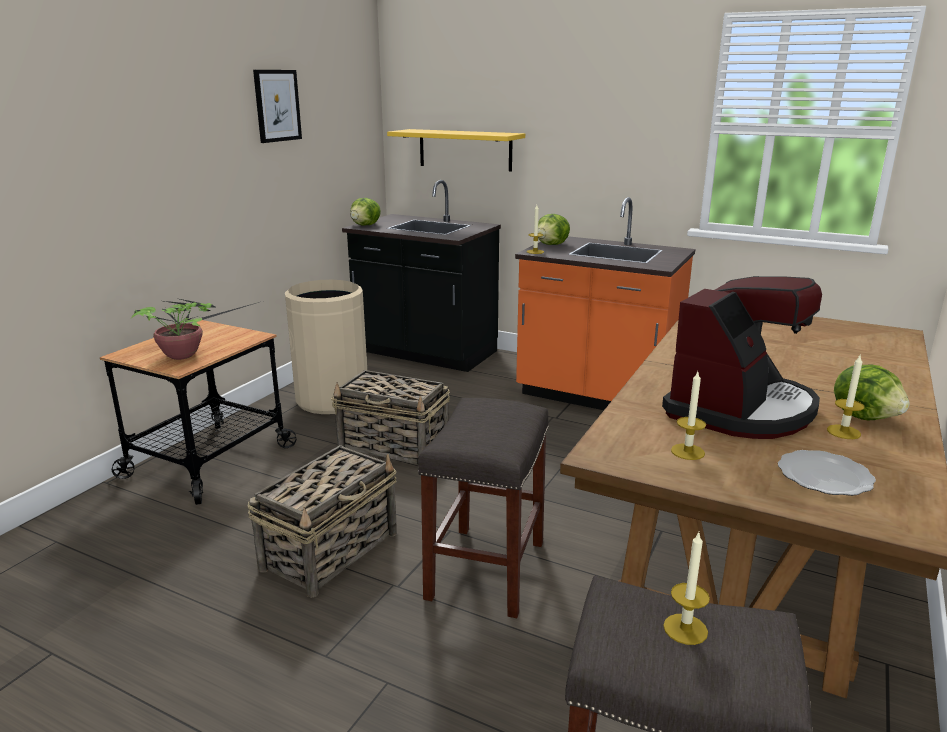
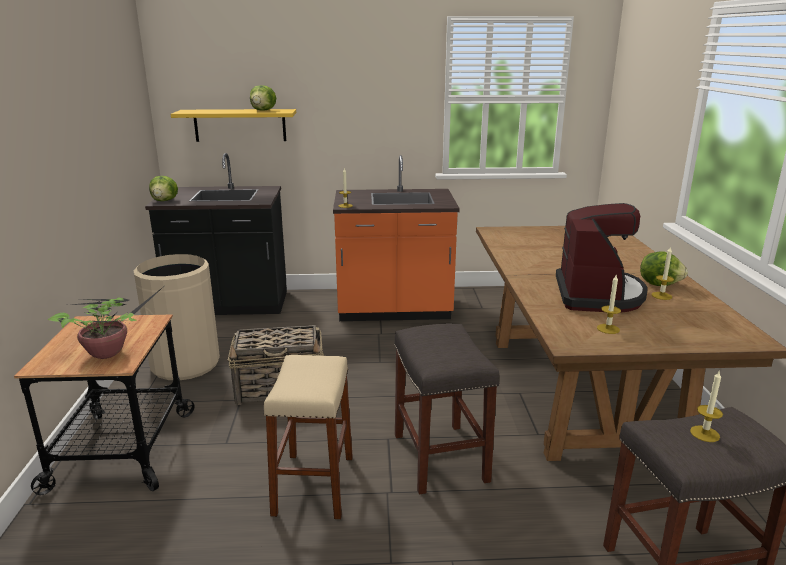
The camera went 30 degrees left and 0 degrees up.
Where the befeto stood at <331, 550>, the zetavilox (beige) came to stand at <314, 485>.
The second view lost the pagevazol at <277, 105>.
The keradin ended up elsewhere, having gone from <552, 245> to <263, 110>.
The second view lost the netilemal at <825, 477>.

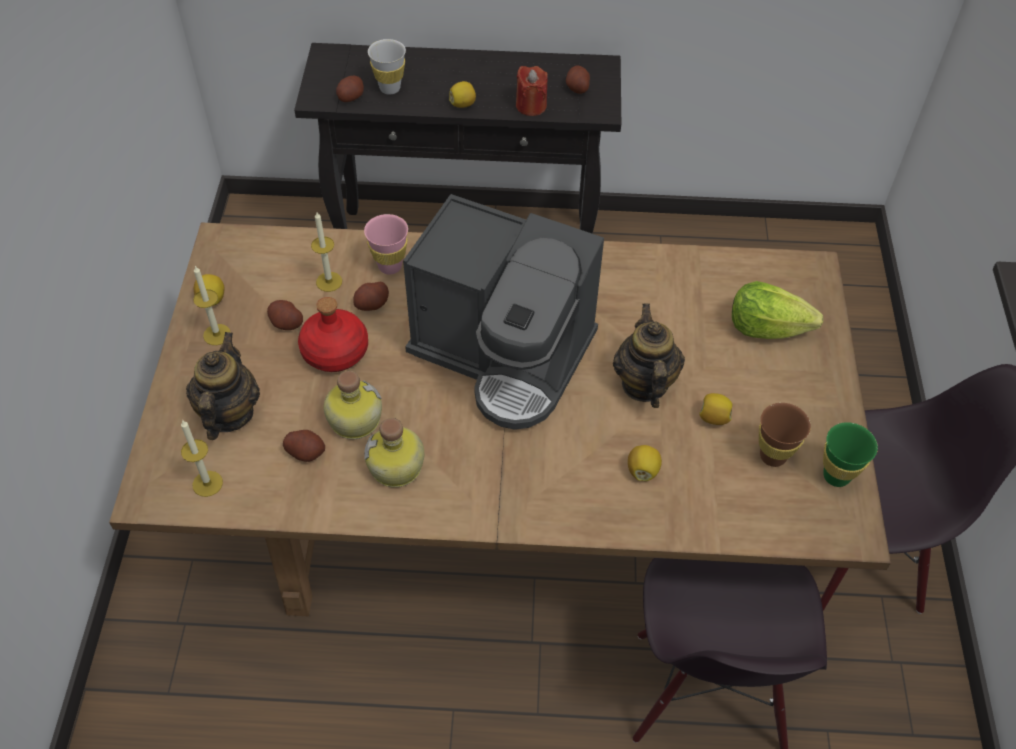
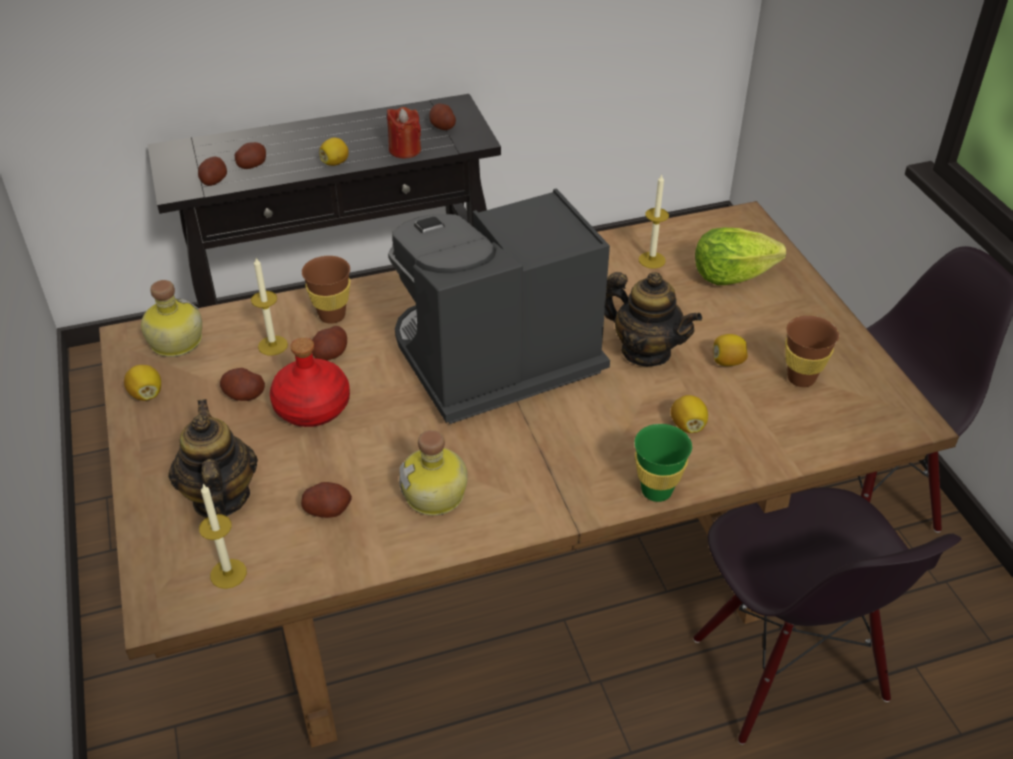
The camera went 20 degrees left and 10 degrees down.
The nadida ended up elsewhere, having gone from <217, 334> to <652, 260>.
The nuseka ended up elsewhere, having gone from <353, 419> to <174, 341>.
What was the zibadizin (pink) at <390, 266> turned into the zibadizin (brown) at <332, 316>.
Where the zibadizin (white) stood at <390, 88>, the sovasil came to stand at <252, 165>.
The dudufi at <504, 354> ended up facing another way, 150 degrees clockwise from before.
The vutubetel at <644, 384> ended up facing another way, 150 degrees clockwise from before.
The zibadizin (green) ended up elsewhere, having gone from <836, 476> to <656, 491>.

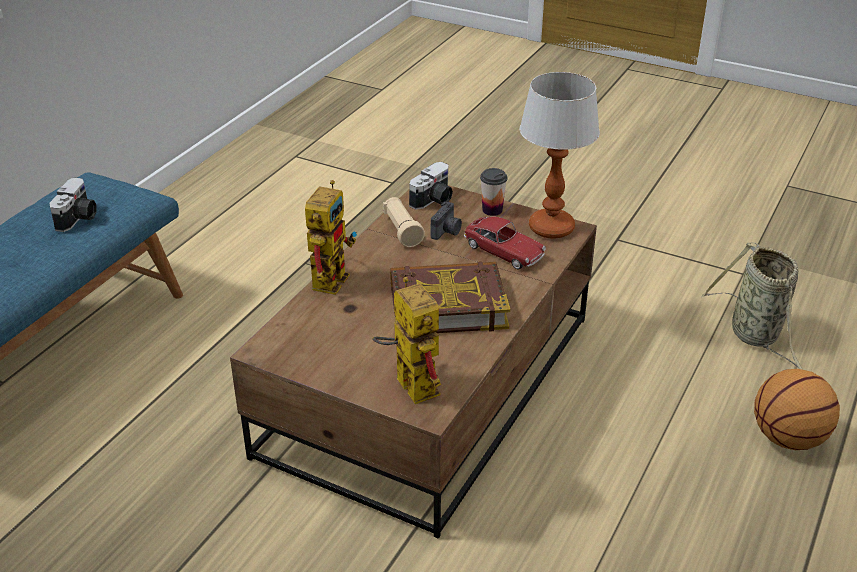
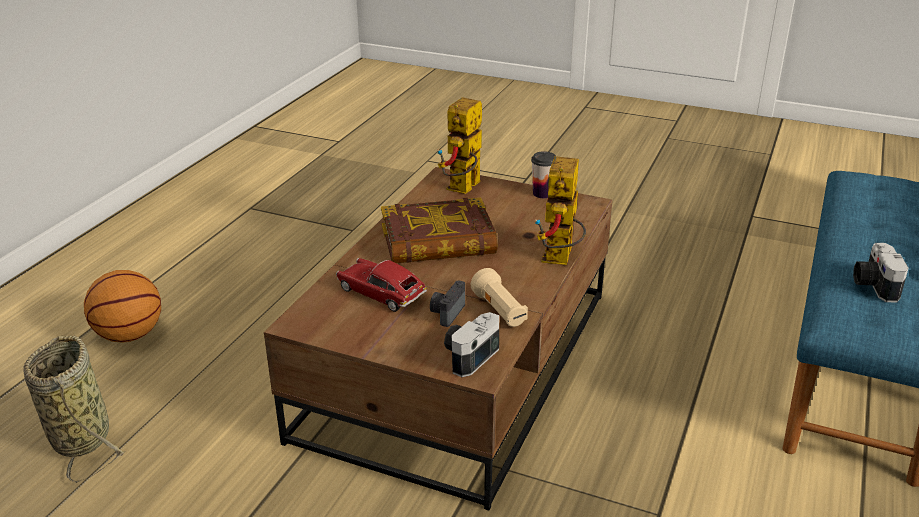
The camera went 175 degrees right and 5 degrees down.
The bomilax at <409, 382> ended up facing another way, 60 degrees clockwise from before.
The zibadizin ended up elsewhere, having gone from <492, 210> to <542, 193>.
The second view lost the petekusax at <552, 228>.

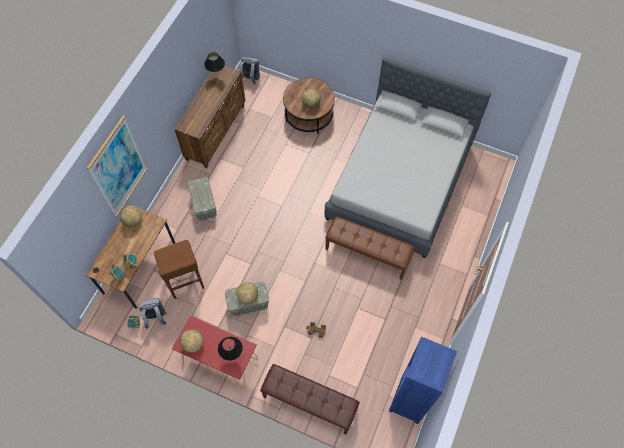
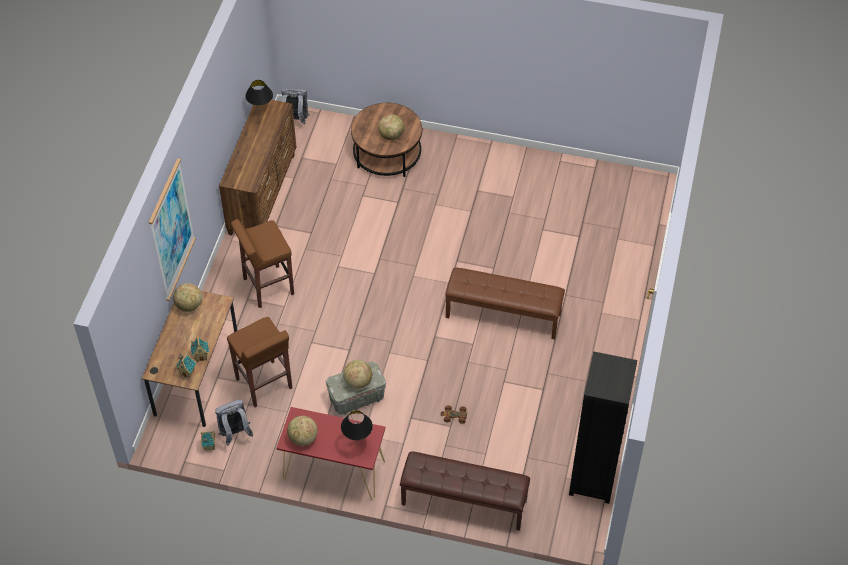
The camera went 10 degrees left and 10 degrees down.
Where the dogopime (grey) stood at <204, 204>, the zetavilox (brown) came to stand at <267, 287>.
The second view lost the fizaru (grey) at <399, 181>.
What was the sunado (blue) at <409, 400> turned into the sunado (black) at <593, 478>.

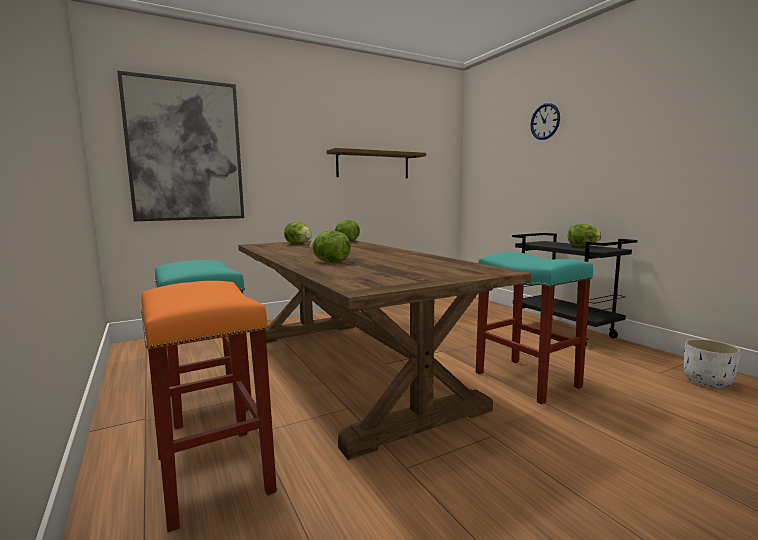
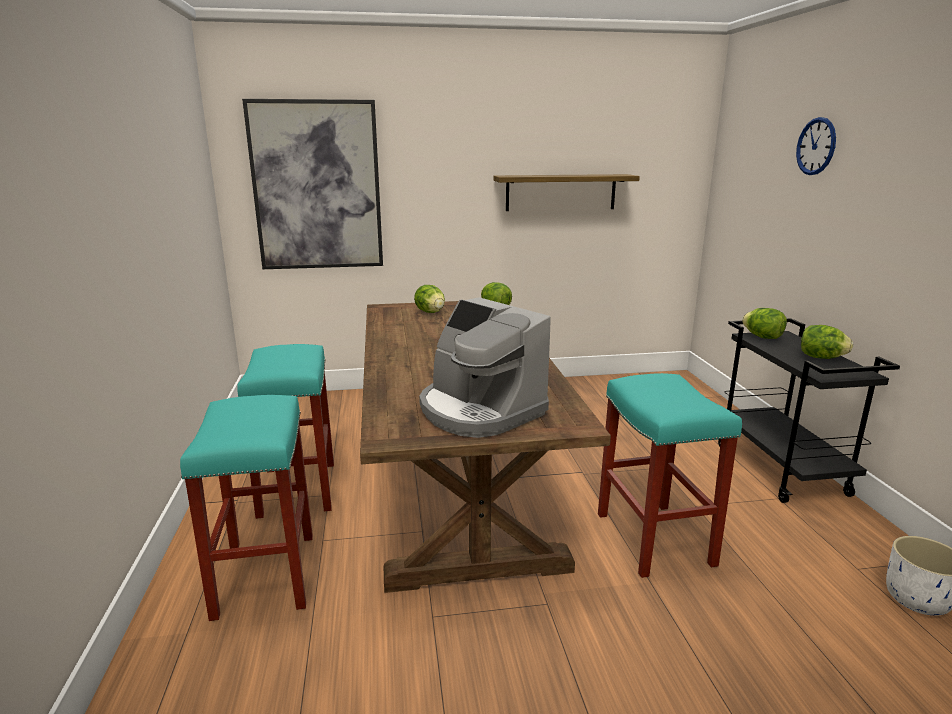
The camera went 20 degrees right and 10 degrees up.
What was the zetavilox (orange) at <212, 472> turned into the zetavilox (turquoise) at <265, 574>.
The keradin ended up elsewhere, having gone from <330, 262> to <762, 337>.
The second view gained the dudufi at <479, 410>.

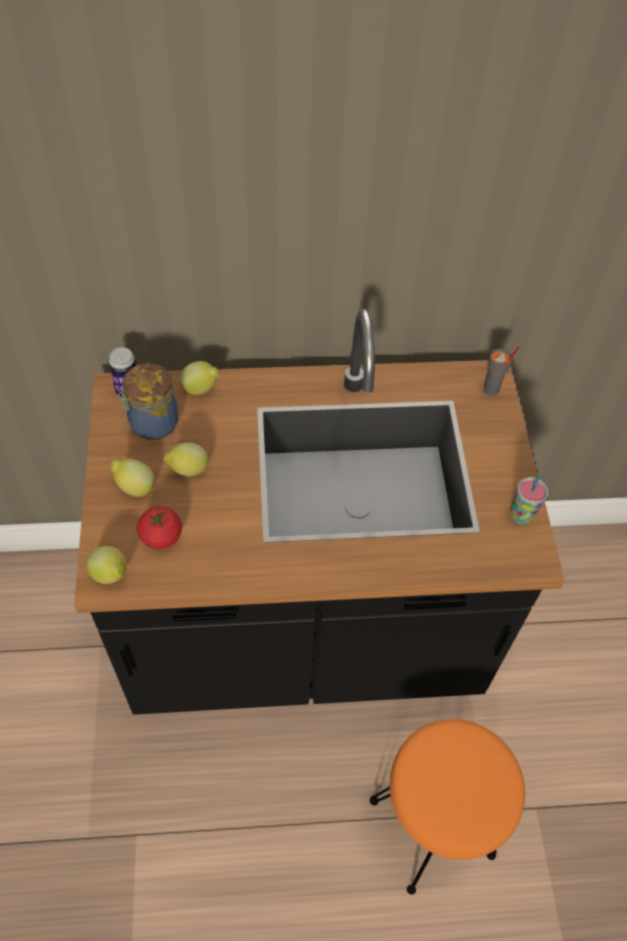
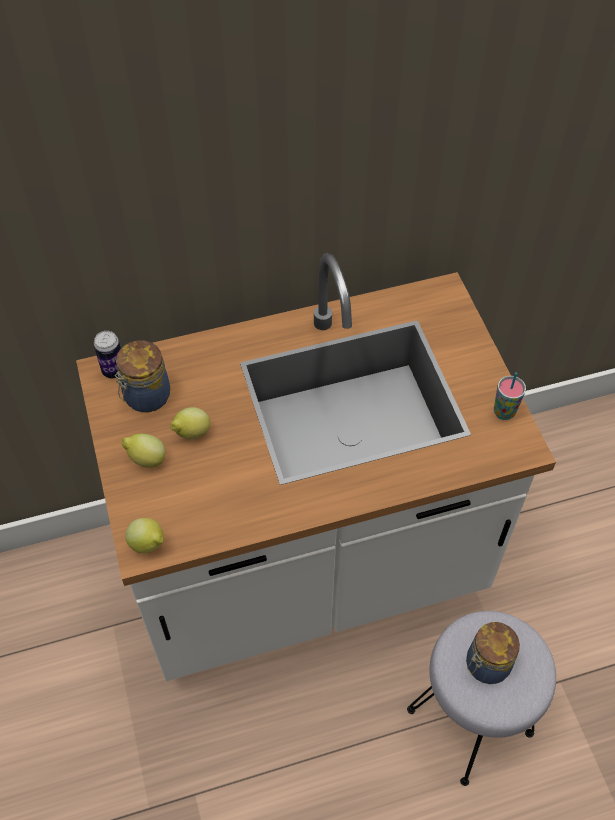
The camera went 10 degrees left and 0 degrees up.
What was the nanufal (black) at <304, 634> turned into the nanufal (white) at <307, 570>.
The second view lost the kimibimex at <161, 536>.
The second view lost the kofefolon at <201, 389>.
What was the zetavilox (orange) at <431, 825> turned into the zetavilox (grey) at <469, 719>.
The second view lost the zibadizin (grey) at <491, 390>.
The second view gained the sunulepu at <485, 665>.

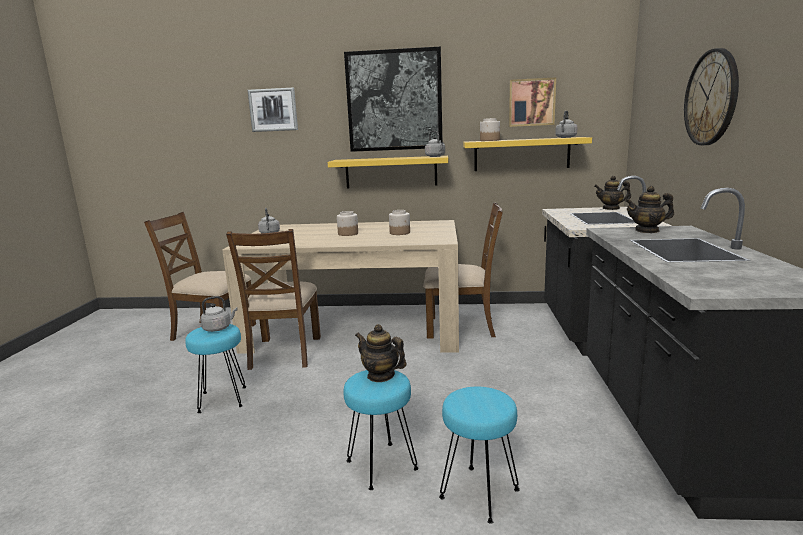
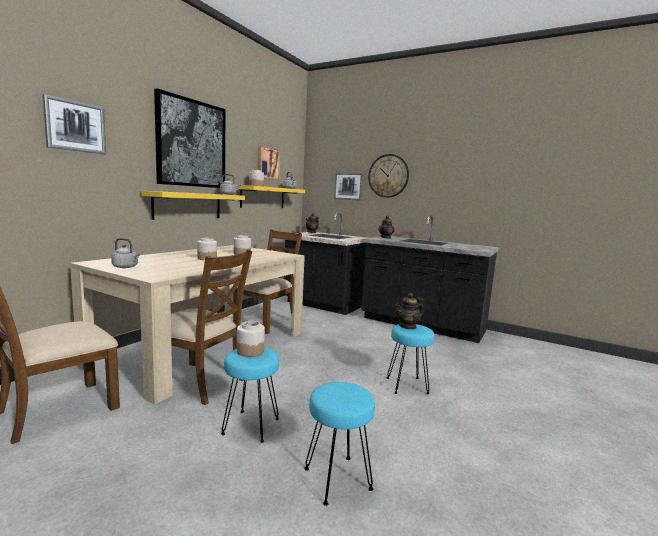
The camera went 65 degrees left and 5 degrees down.
Where the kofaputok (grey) stood at <218, 328>, the sunulepu came to stand at <250, 351>.
The zetavilox (turquoise) ended up elsewhere, having gone from <478, 493> to <336, 479>.
The second view gained the pagevazol at <348, 186>.

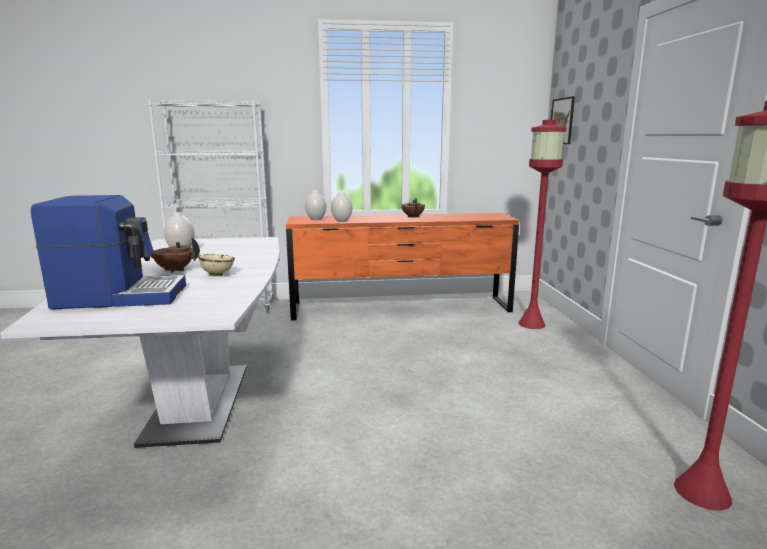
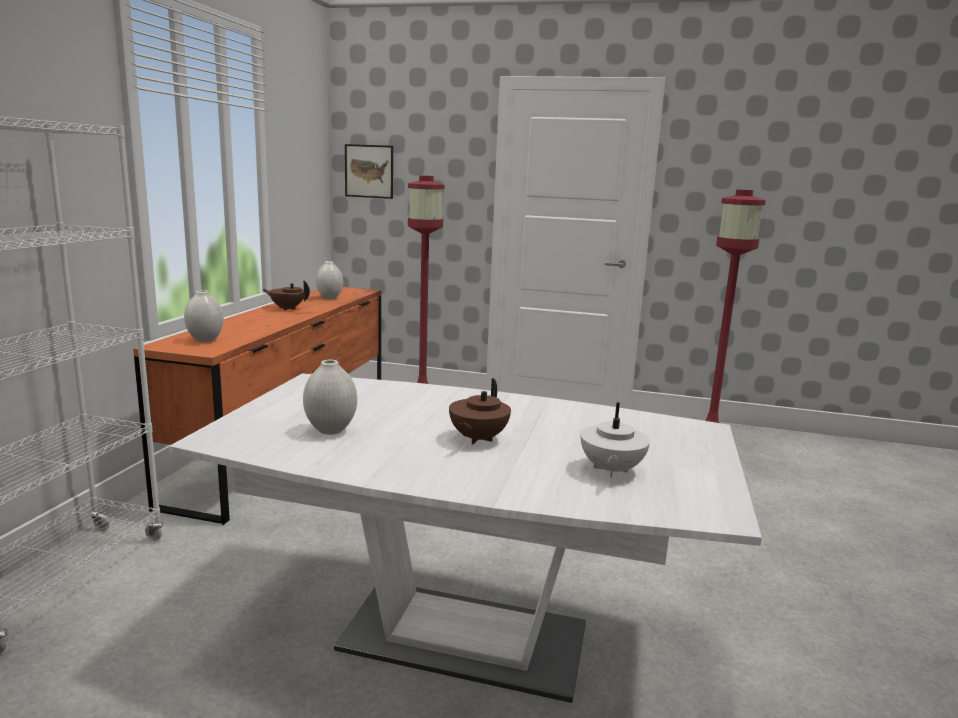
The camera went 70 degrees left and 0 degrees up.
Where the dudufi stood at <121, 296>, the vutubetel (white) came to stand at <610, 470>.
The second view lost the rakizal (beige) at <217, 275>.
The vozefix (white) ended up elsewhere, having gone from <342, 221> to <330, 298>.

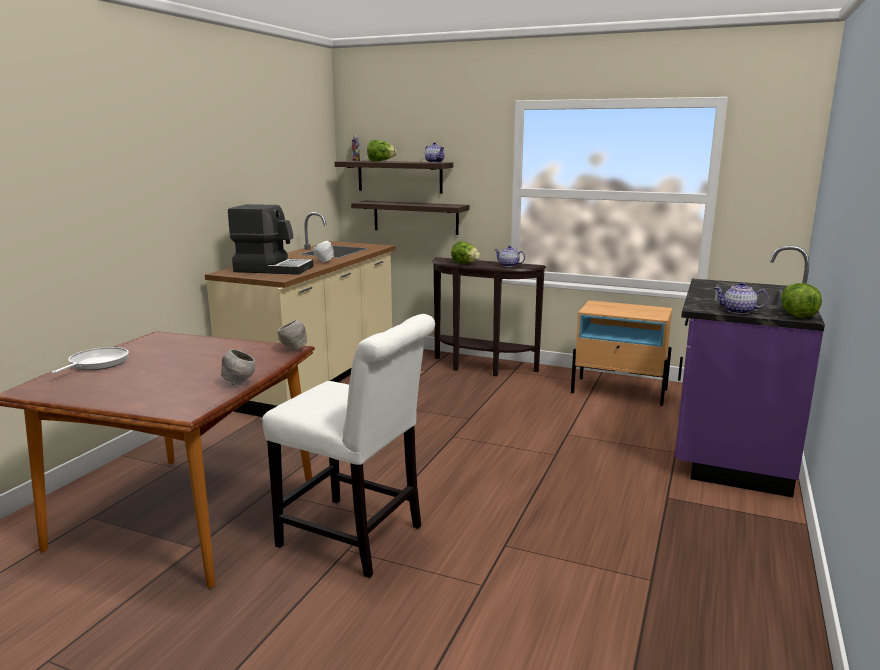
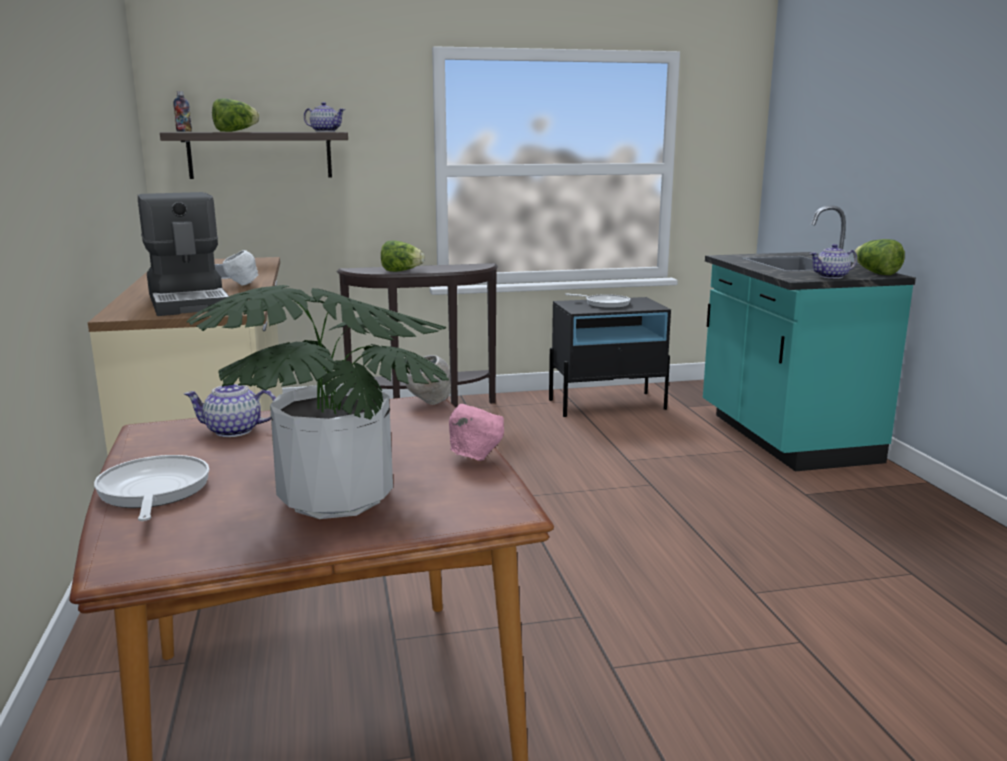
The camera went 35 degrees left and 0 degrees up.
What was the rakizal (grey) at <239, 384> turned into the rakizal (pink) at <475, 458>.
The dudufi at <273, 269> ended up facing another way, 90 degrees clockwise from before.
The second view lost the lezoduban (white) at <356, 538>.
The second view lost the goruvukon at <415, 217>.
The vutubetel ended up elsewhere, having gone from <509, 265> to <234, 431>.
What was the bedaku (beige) at <619, 391> turned into the bedaku (black) at <607, 404>.
What was the nanufal (purple) at <728, 452> turned into the nanufal (turquoise) at <784, 438>.
The second view gained the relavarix at <337, 499>.
The second view gained the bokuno at <604, 304>.

